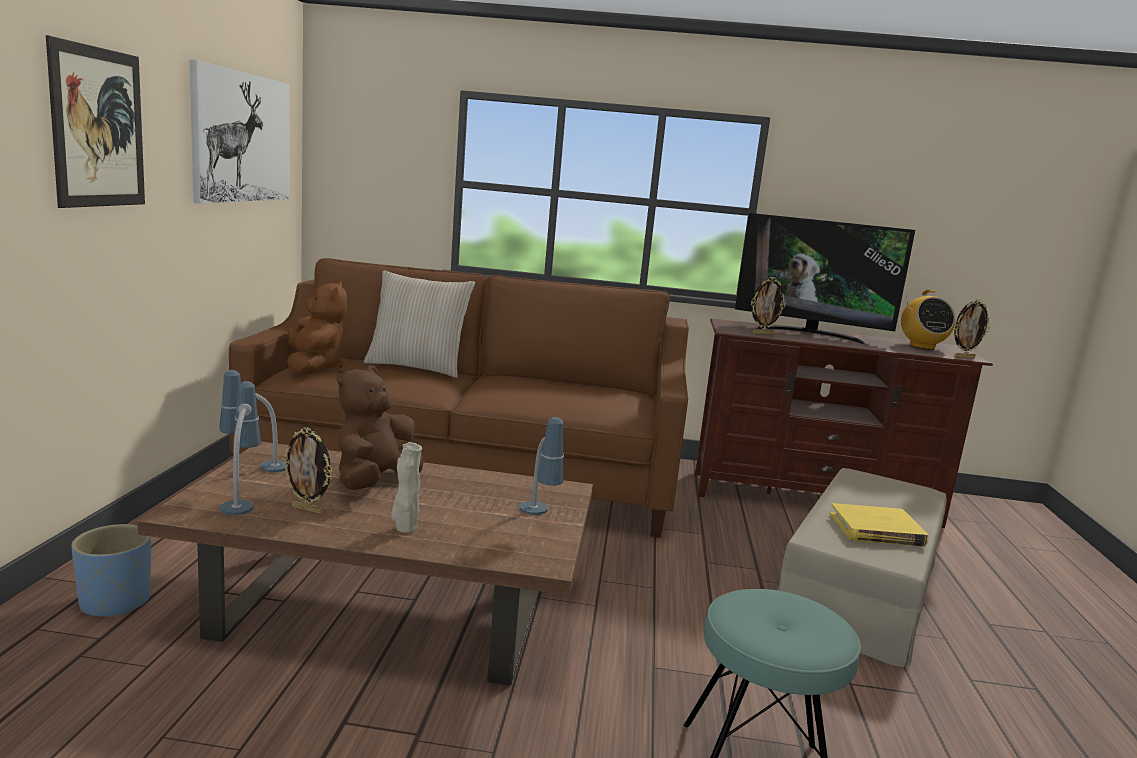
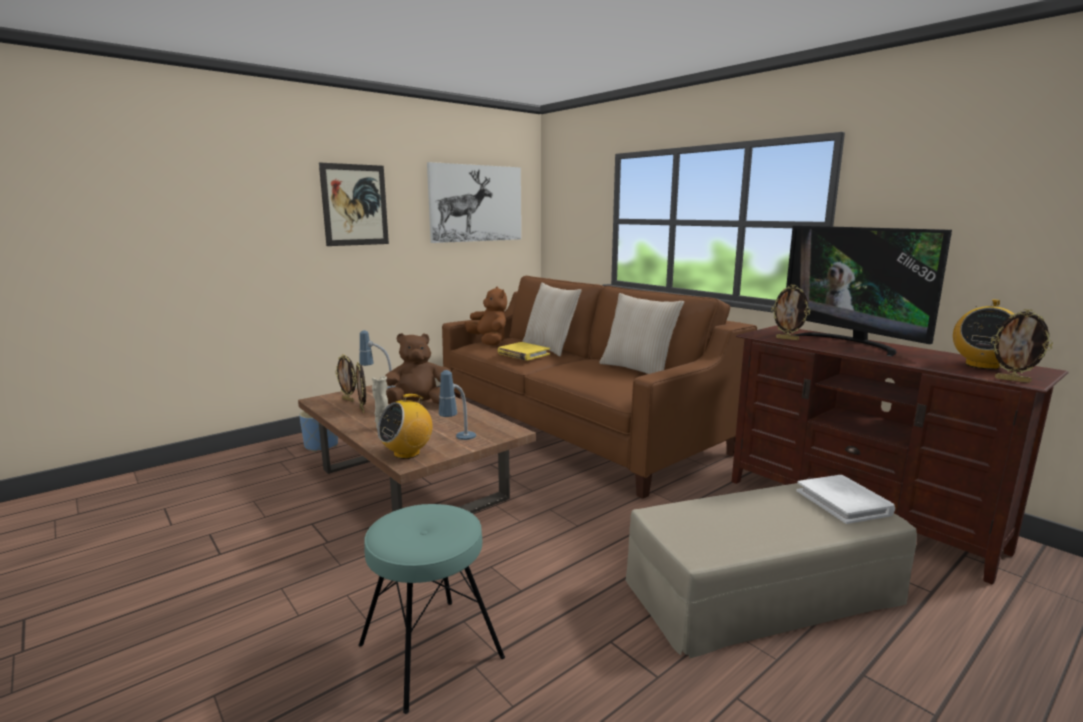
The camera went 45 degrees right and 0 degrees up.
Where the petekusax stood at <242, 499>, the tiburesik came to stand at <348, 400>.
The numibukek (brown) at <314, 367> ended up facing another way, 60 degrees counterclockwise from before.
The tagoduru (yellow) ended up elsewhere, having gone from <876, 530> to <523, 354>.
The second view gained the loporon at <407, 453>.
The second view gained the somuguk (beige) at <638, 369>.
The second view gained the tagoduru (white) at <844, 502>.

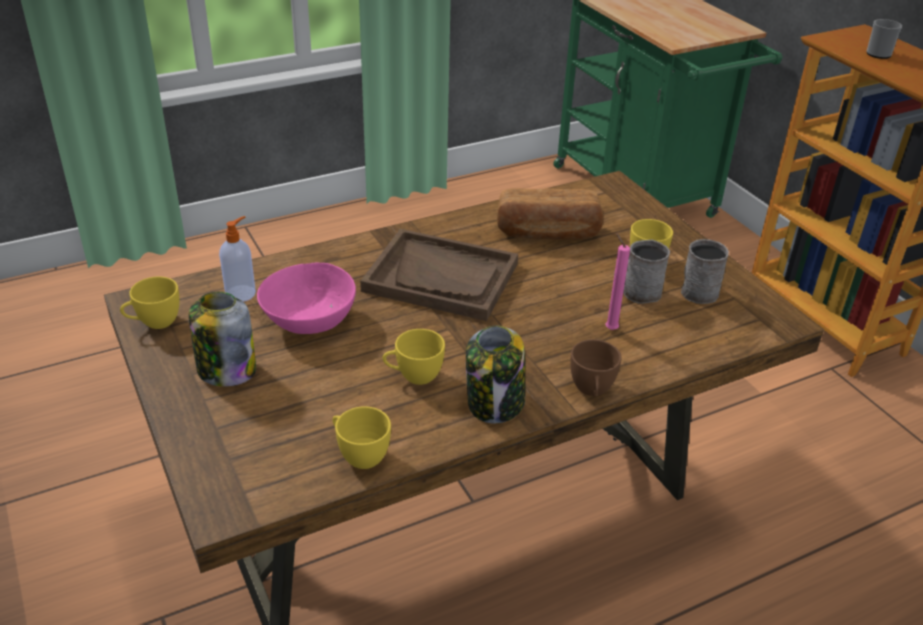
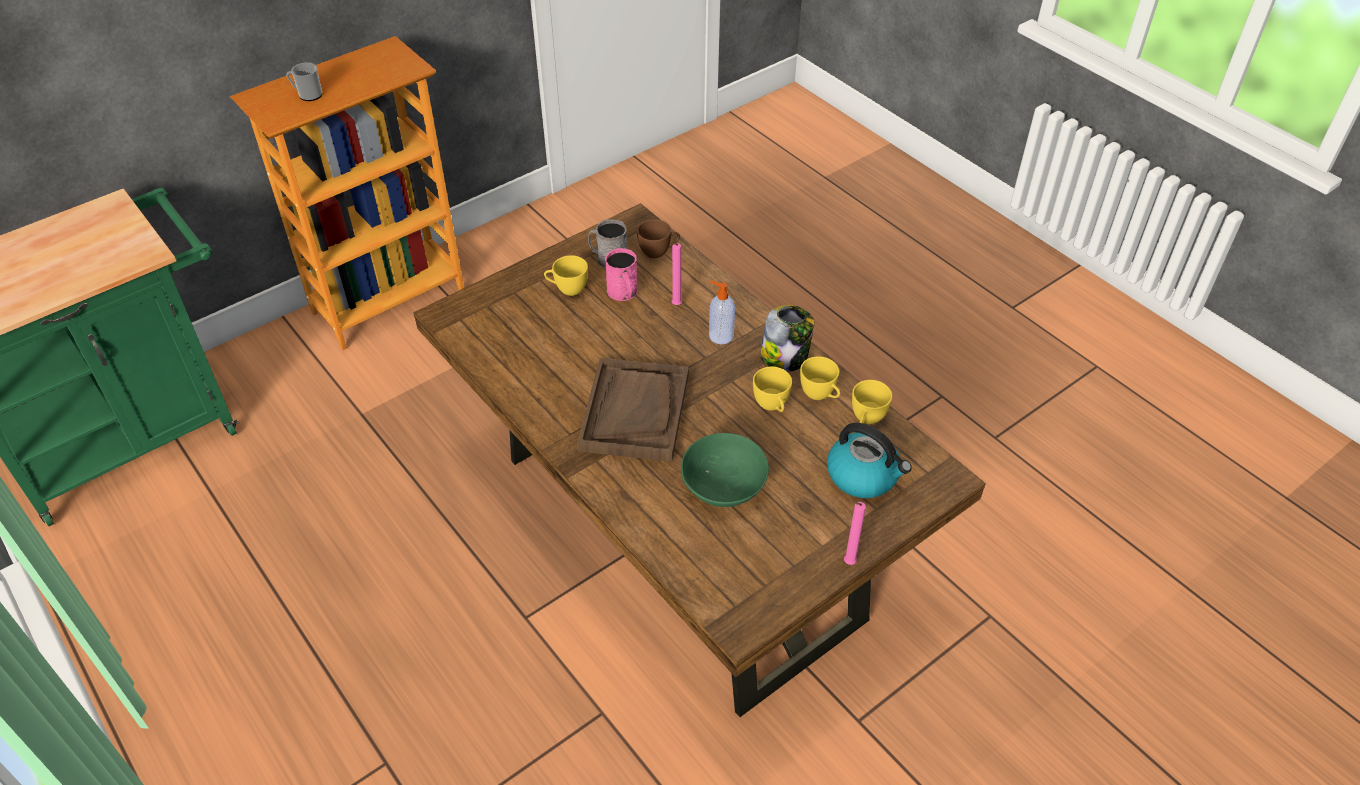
The camera went 100 degrees left and 10 degrees up.
The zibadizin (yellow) ended up elsewhere, having gone from <154, 323> to <820, 395>.
The second view lost the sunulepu at <226, 370>.
The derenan ended up elsewhere, having gone from <241, 293> to <720, 335>.
What was the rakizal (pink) at <309, 320> turned into the rakizal (green) at <724, 487>.
The second view lost the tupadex at <548, 232>.
The zibadizin (brown) ended up elsewhere, having gone from <591, 391> to <658, 252>.
What was the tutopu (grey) at <636, 293> turned into the tutopu (pink) at <623, 293>.
The second view gained the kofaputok at <863, 475>.
The second view gained the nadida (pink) at <847, 562>.

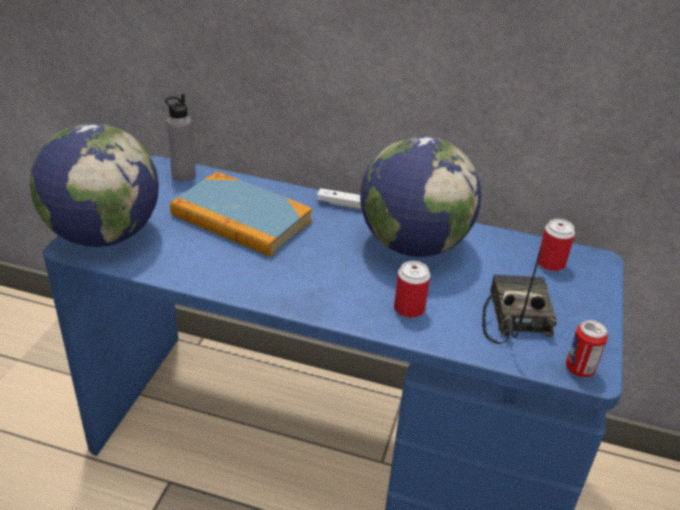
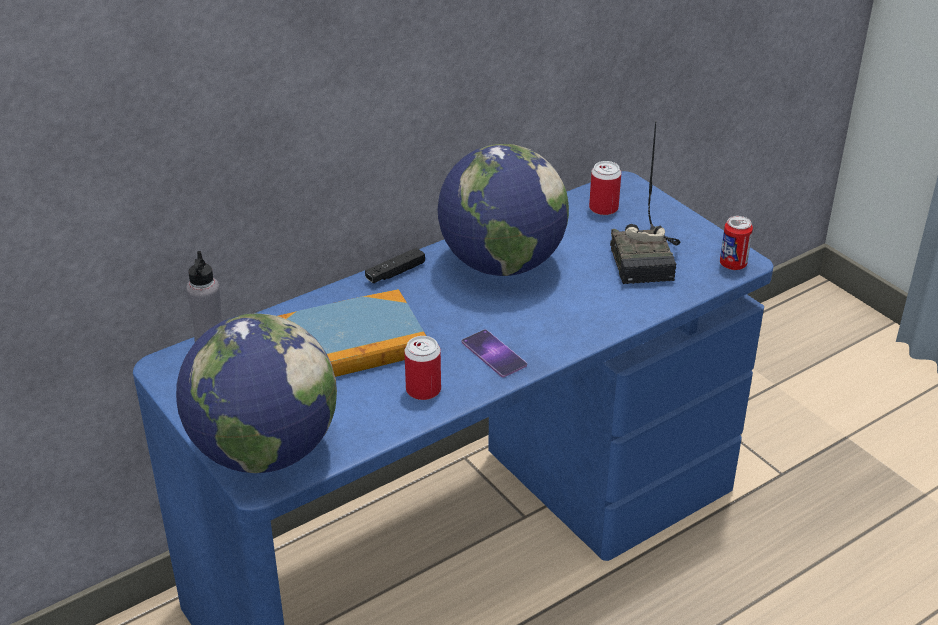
The camera went 50 degrees left and 0 degrees up.
What was the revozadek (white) at <344, 205> turned into the revozadek (black) at <395, 273>.
The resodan ended up elsewhere, having gone from <409, 309> to <423, 390>.
The loporon at <514, 316> ended up facing another way, 135 degrees counterclockwise from before.
The second view gained the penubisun at <494, 353>.

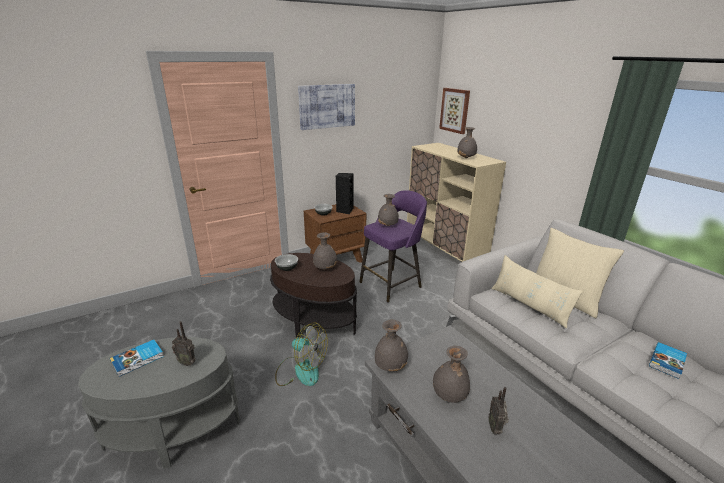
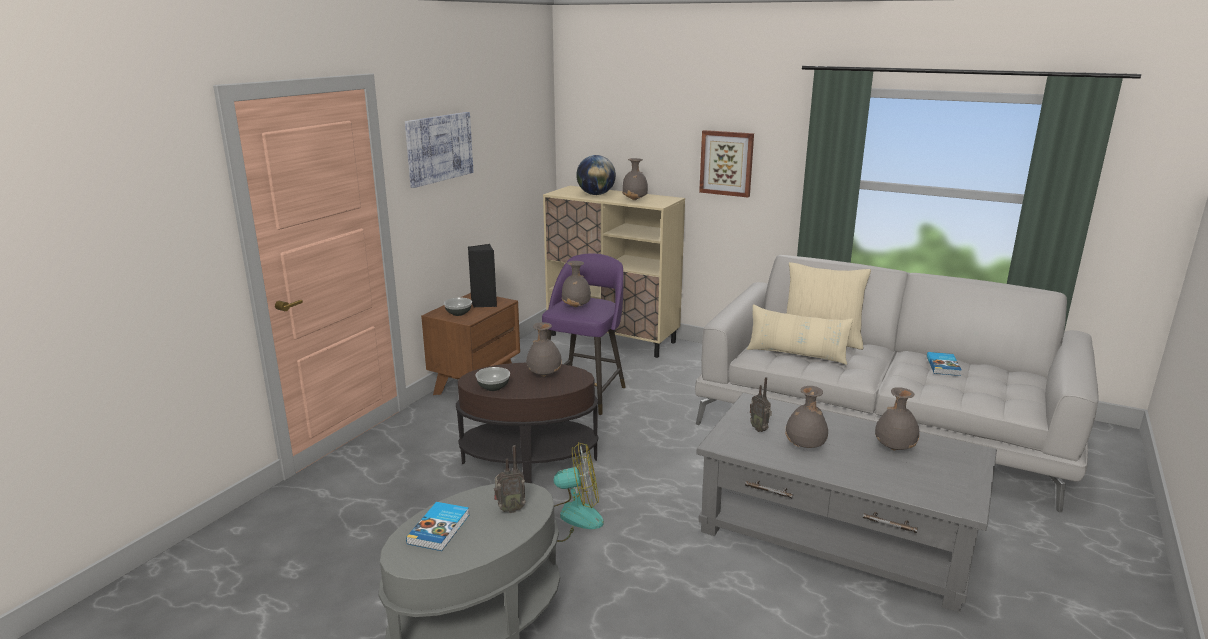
The camera went 30 degrees left and 5 degrees down.
The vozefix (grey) ended up elsewhere, having gone from <390, 366> to <894, 448>.
The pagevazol ended up elsewhere, having gone from <455, 110> to <726, 163>.
The loporon ended up elsewhere, having gone from <495, 428> to <759, 429>.
The second view gained the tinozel at <596, 194>.

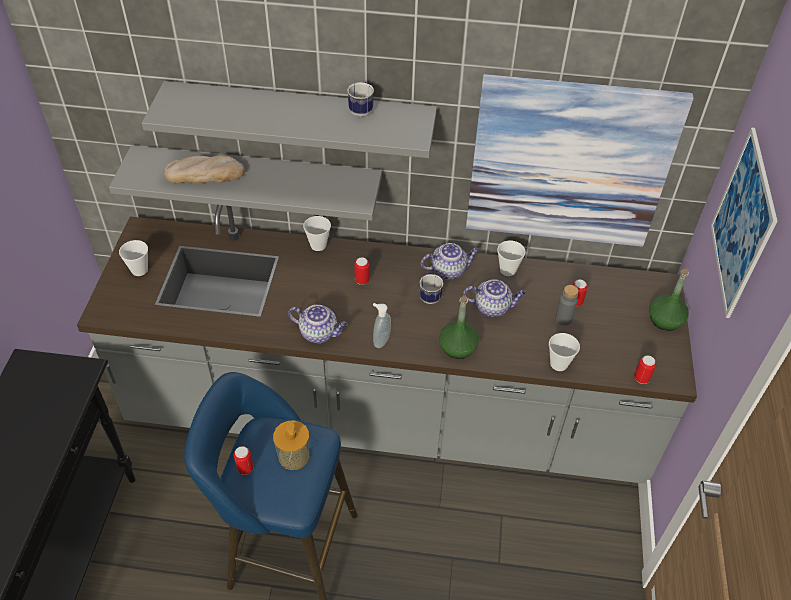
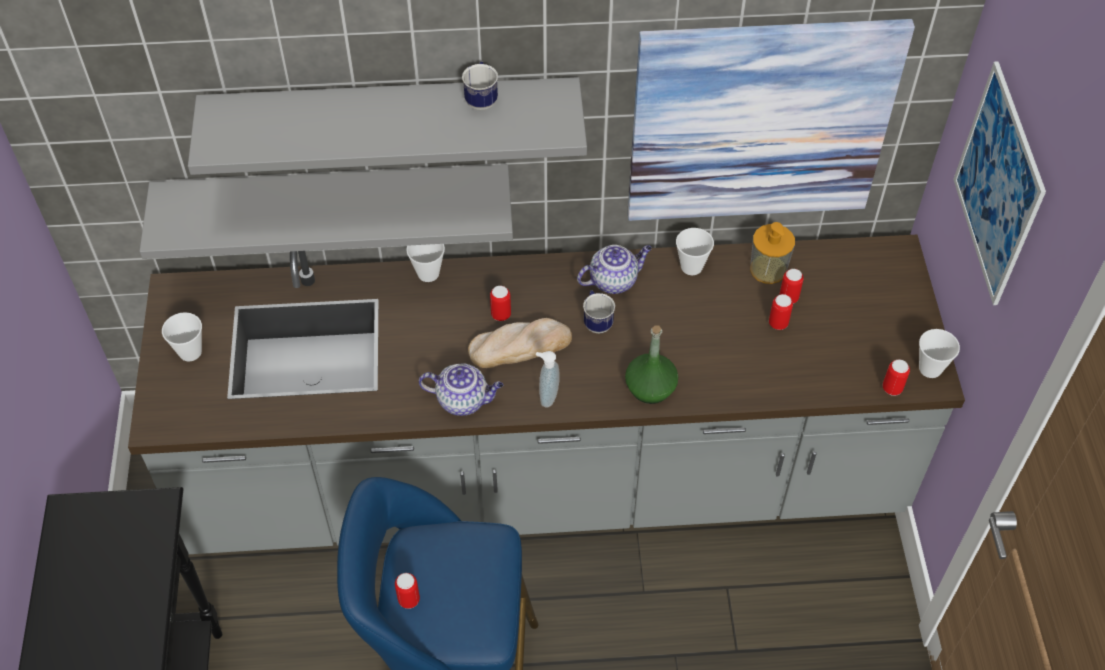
The camera went 10 degrees left and 5 degrees up.
The tupadex ended up elsewhere, having gone from <205, 173> to <520, 346>.
The derenan ended up elsewhere, having gone from <294, 456> to <768, 269>.
The second view lost the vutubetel at <492, 307>.
The zibadizin ended up elsewhere, having gone from <559, 364> to <930, 368>.
Where the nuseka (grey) stood at <563, 319>, the resodan came to stand at <778, 323>.
The second view lost the nuseka (green) at <665, 320>.

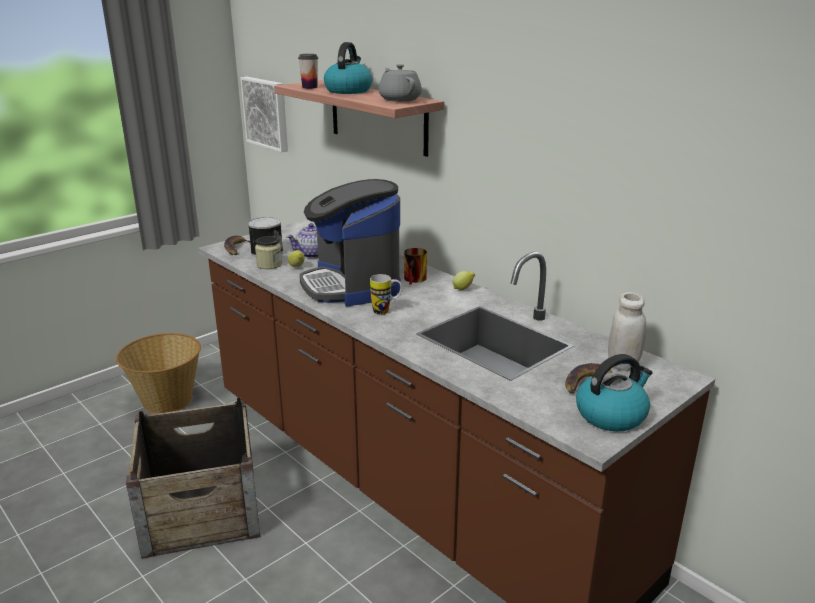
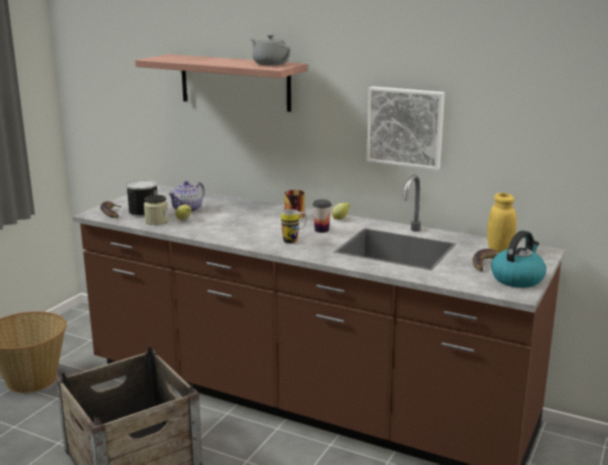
The camera went 20 degrees left and 5 degrees down.
The pagevazol ended up elsewhere, having gone from <267, 113> to <405, 127>.
The zibadizin ended up elsewhere, having gone from <309, 87> to <321, 230>.
The second view lost the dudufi at <352, 285>.
The second view lost the kofaputok at <348, 90>.
What was the sunulepu (white) at <623, 364> turned into the sunulepu (yellow) at <499, 249>.

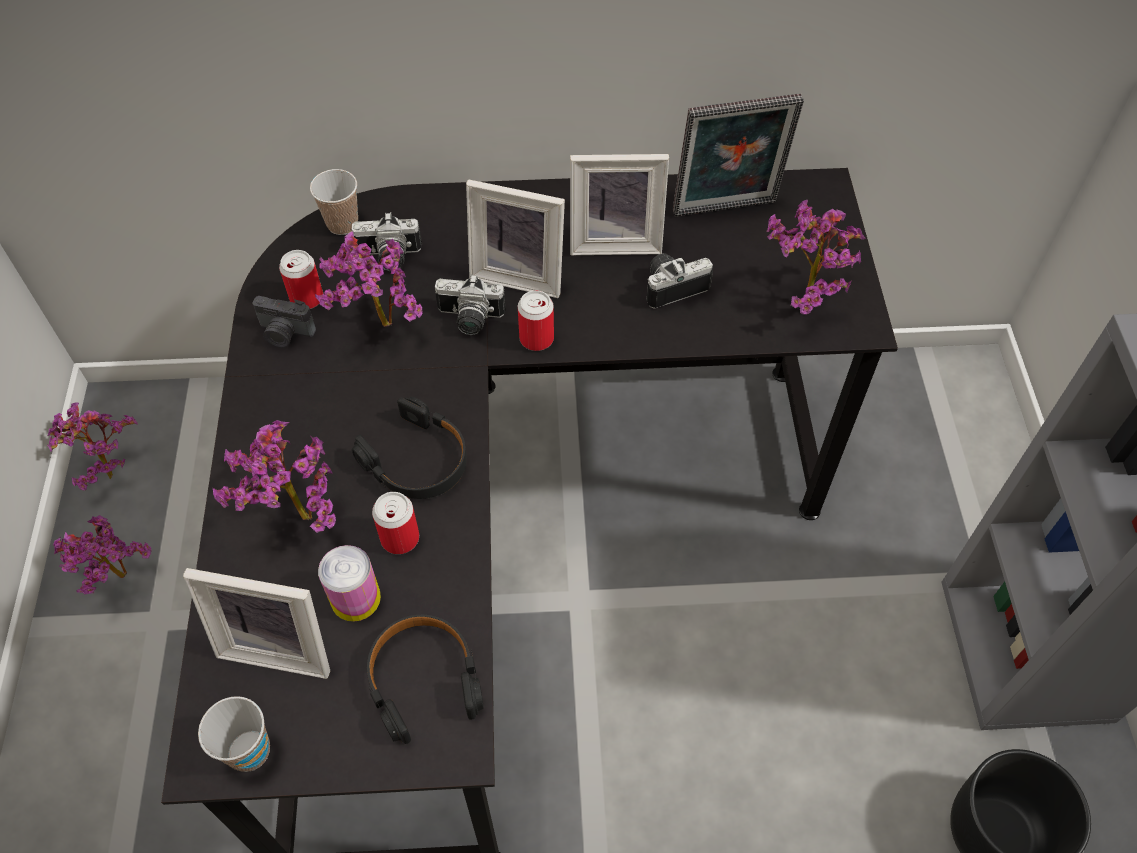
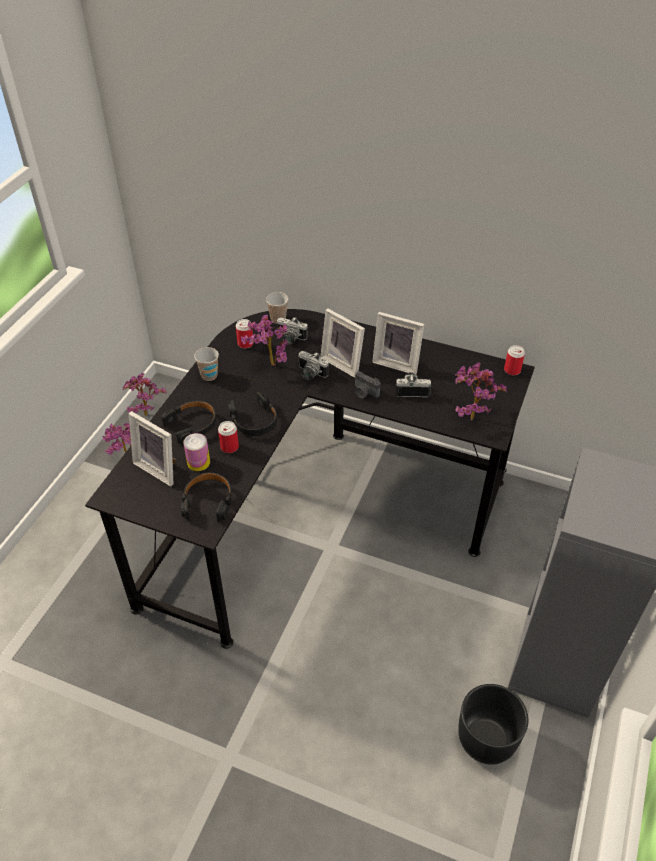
The camera went 25 degrees right and 10 degrees down.
The zibadizin ended up elsewhere, having gone from <249, 751> to <209, 375>.
Where the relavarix stood at <296, 518>, the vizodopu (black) came to stand at <192, 425>.
The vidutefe ended up elsewhere, having gone from <285, 334> to <364, 393>.
The resodan ended up elsewhere, having gone from <536, 338> to <512, 370>.
The second view lost the tiburesik at <725, 211>.

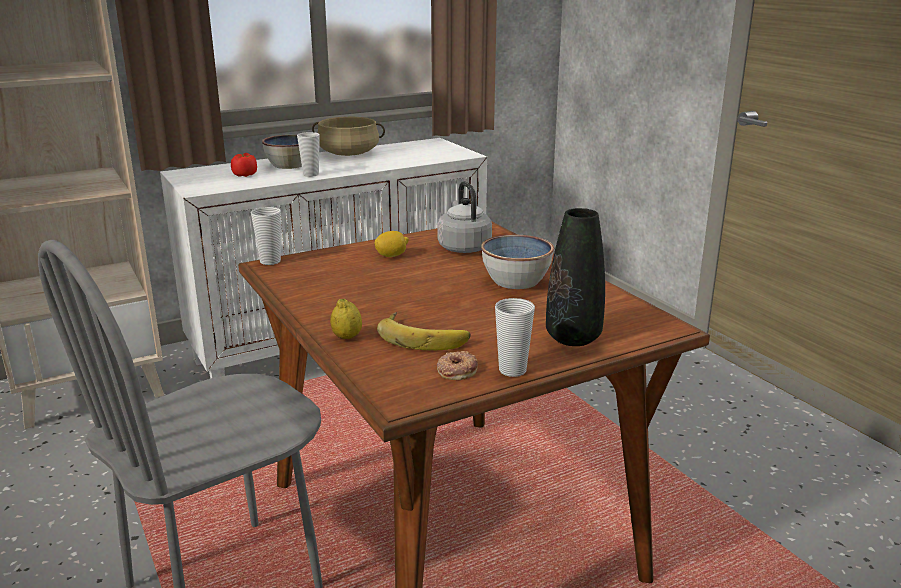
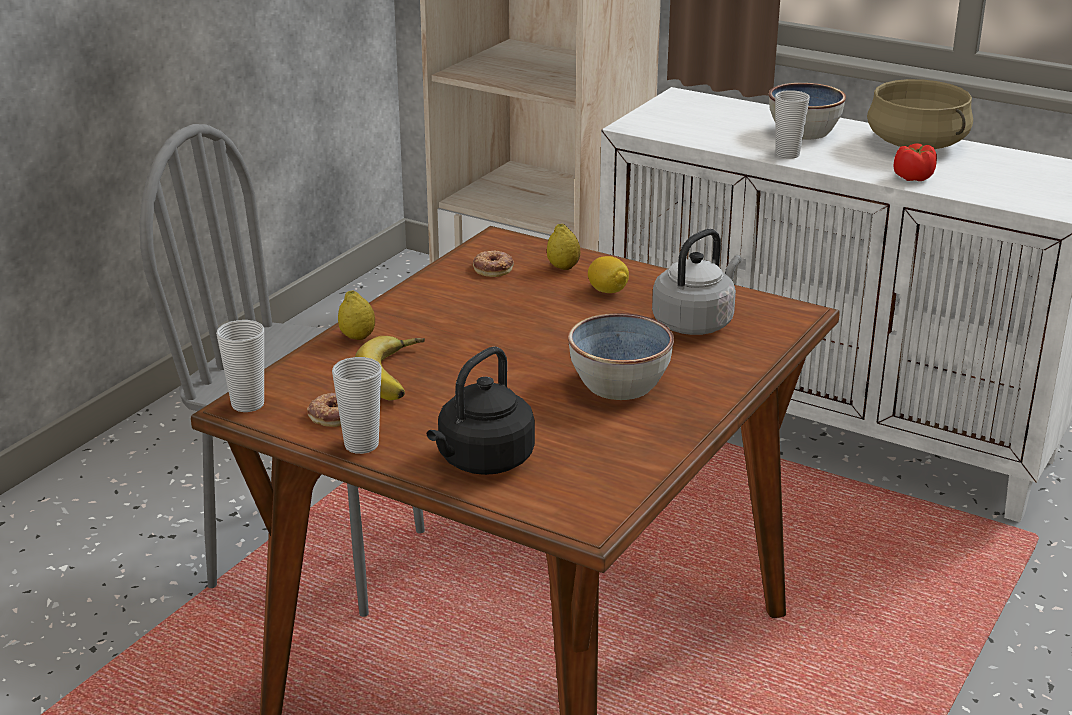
The camera went 60 degrees right and 5 degrees up.
The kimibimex ended up elsewhere, having gone from <245, 175> to <914, 177>.
The zibadizin ended up elsewhere, having gone from <270, 261> to <248, 404>.
Where the vozefix (black) stood at <573, 338>, the kofaputok (black) came to stand at <482, 461>.
The second view gained the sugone at <493, 268>.
The second view gained the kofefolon at <563, 267>.

